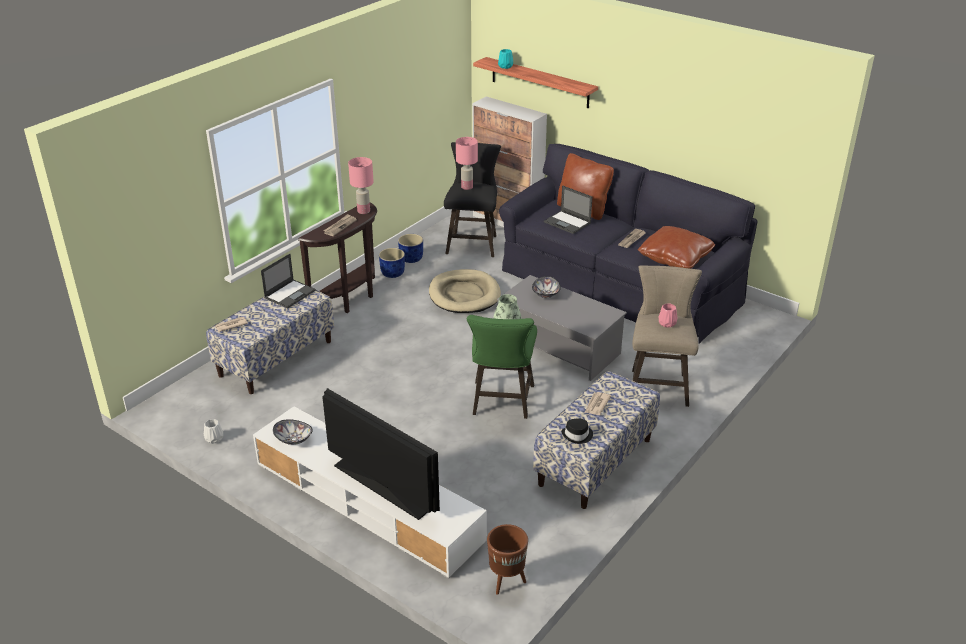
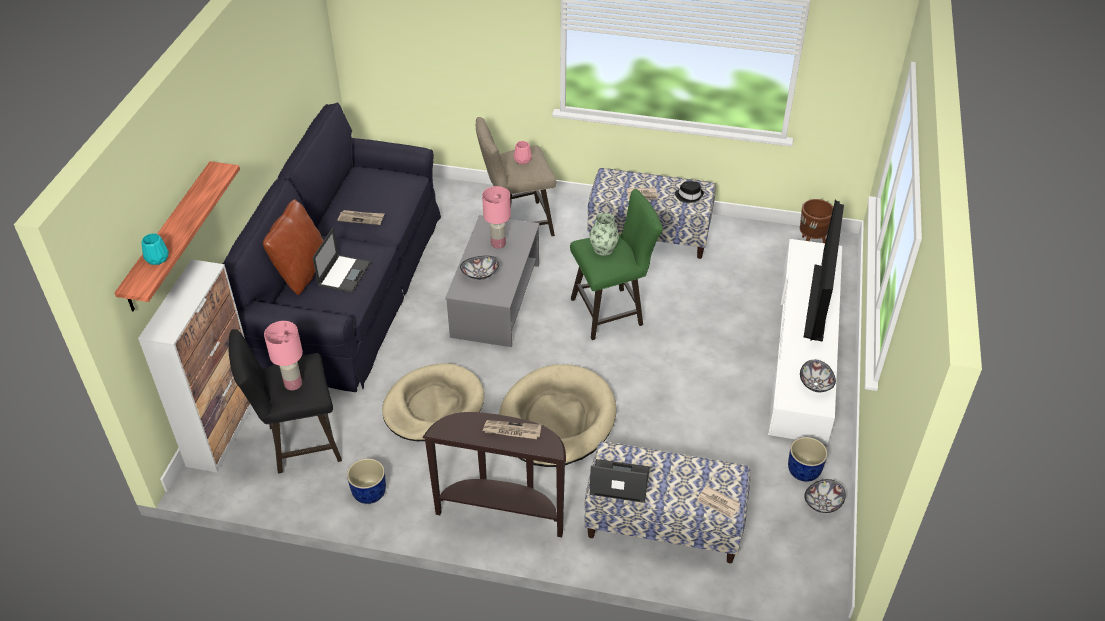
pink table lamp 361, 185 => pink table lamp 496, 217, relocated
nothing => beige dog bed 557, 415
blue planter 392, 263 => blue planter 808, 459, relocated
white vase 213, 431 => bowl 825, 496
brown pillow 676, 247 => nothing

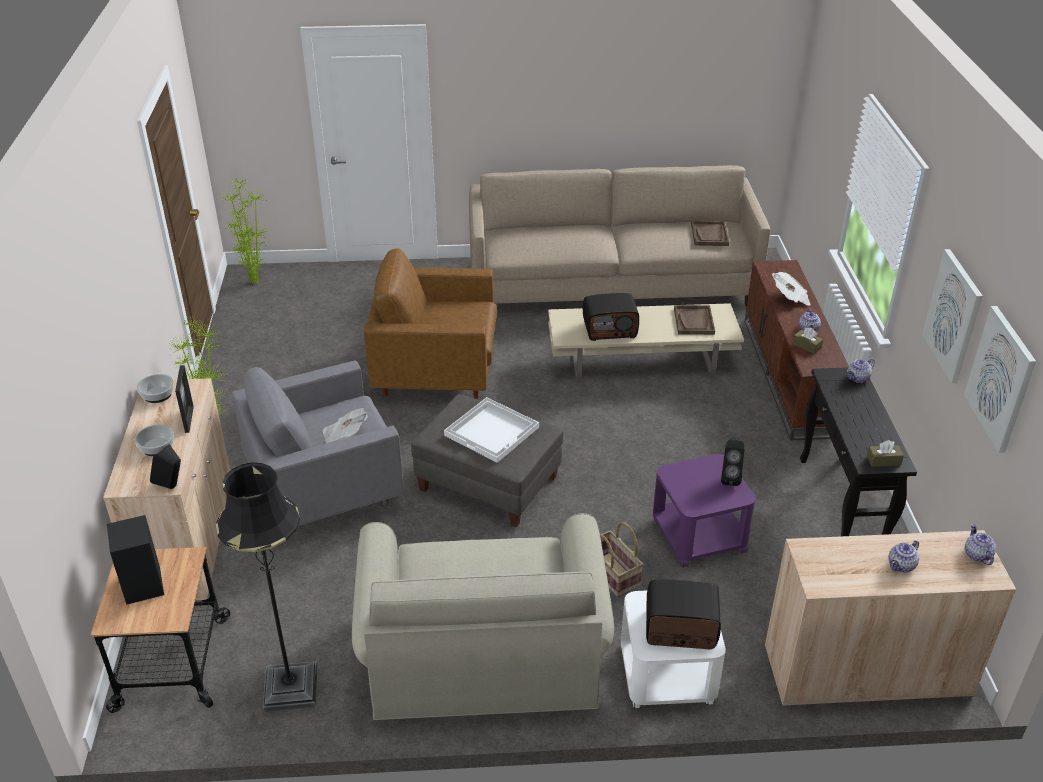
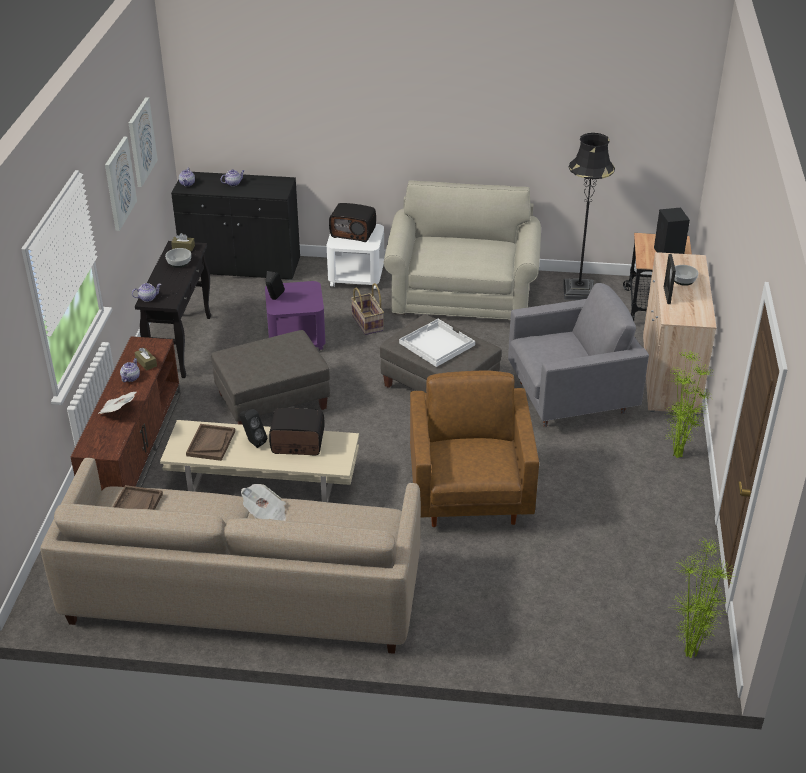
bowl 155, 388 => bowl 178, 258, relocated
beige cabinet 890, 618 => black cabinet 235, 226
nothing => grey ottoman 270, 377
black speaker 165, 466 => black speaker 253, 428, relocated
newspaper 345, 426 => newspaper 263, 502, relocated
brown armchair 430, 324 => brown armchair 474, 448, 105 degrees counterclockwise

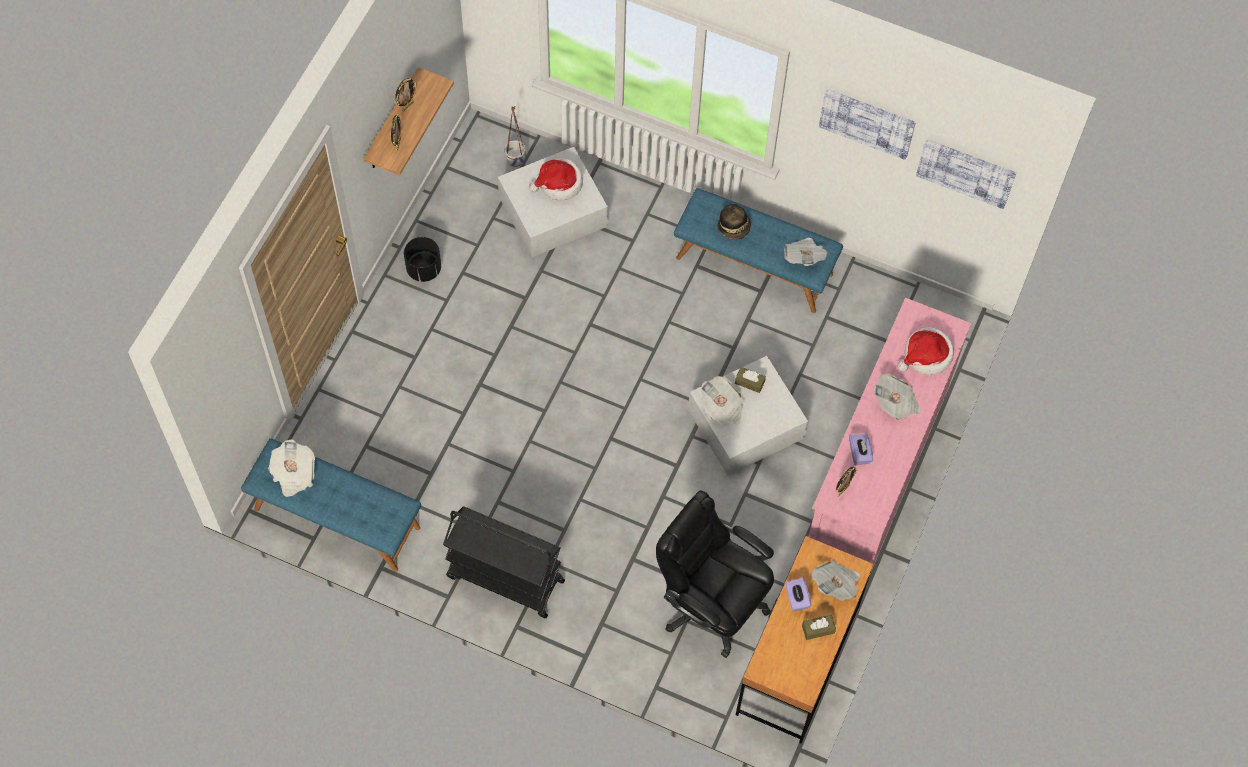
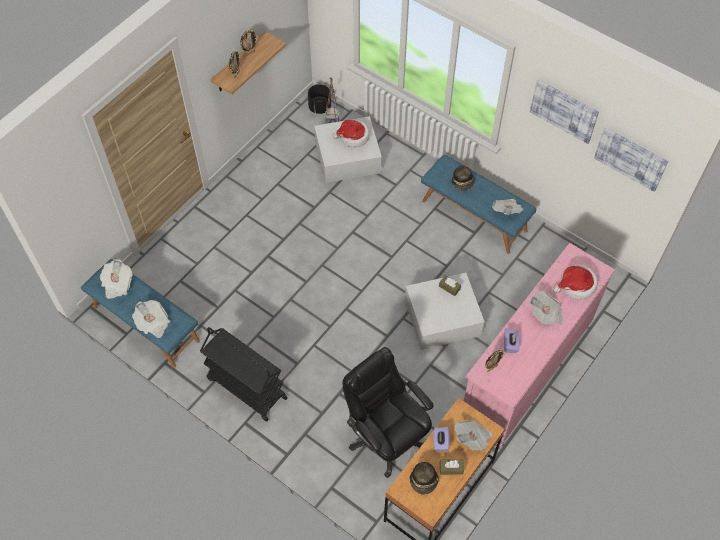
newspaper 723, 400 => newspaper 151, 319, relocated
black planter 422, 259 => black planter 319, 99, relocated
nothing => hat 424, 478

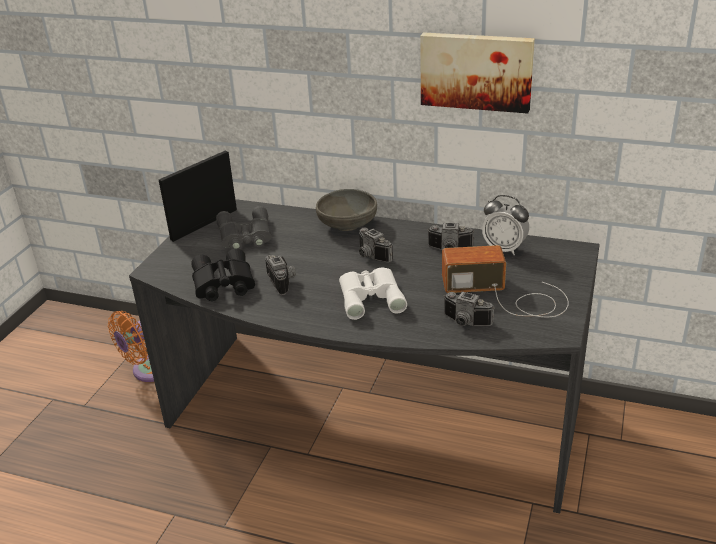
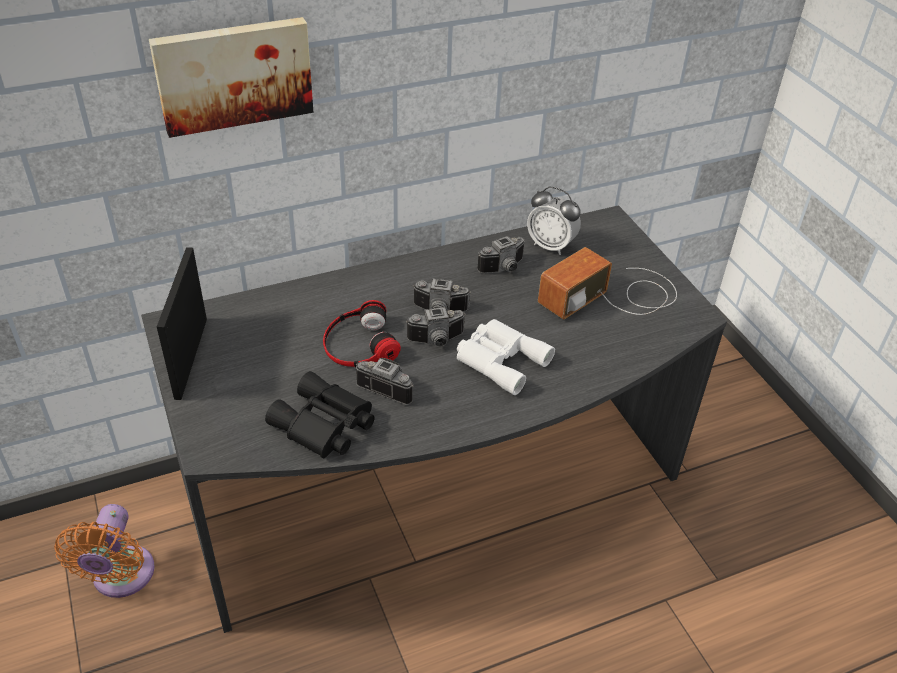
picture 477, 73 => picture 231, 77, relocated
nothing => headphones 362, 333
photo camera 469, 308 => photo camera 435, 327, relocated
alarm clock 505, 225 => alarm clock 554, 221, 45 degrees clockwise
grey binoculars 244, 227 => nothing
grey bowl 346, 210 => nothing

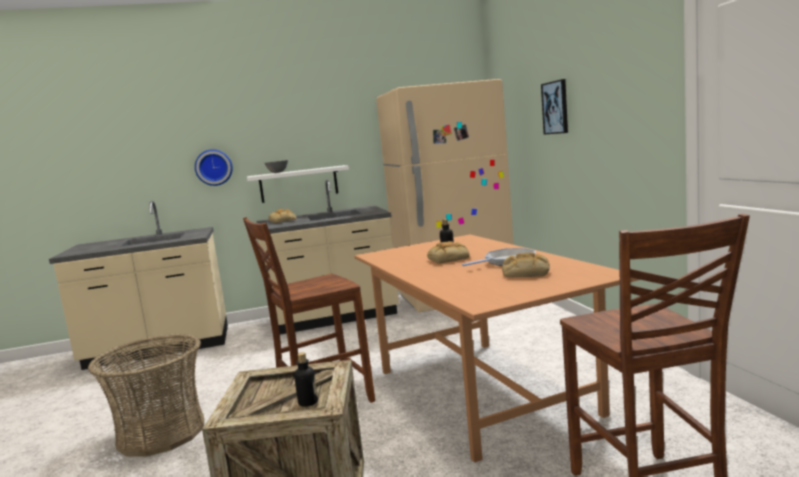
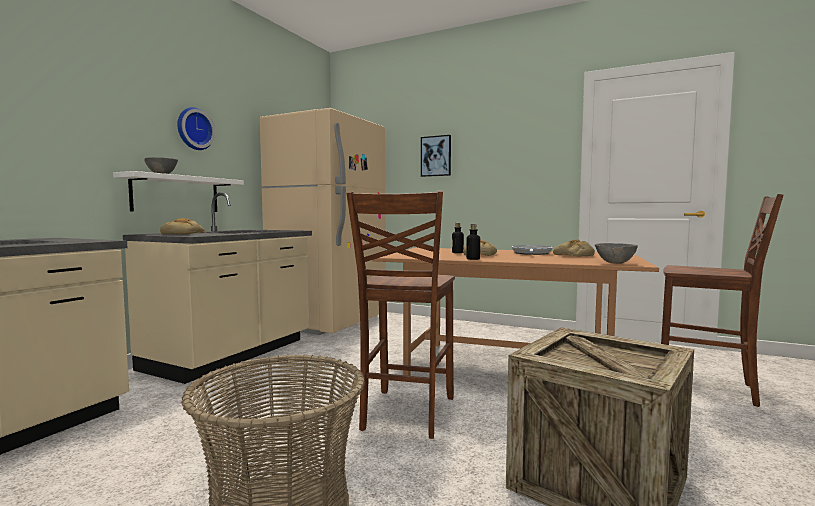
wall clock 214, 167 => wall clock 196, 128, relocated
bottle 306, 379 => bottle 473, 242, relocated
nothing => grey bowl 616, 253

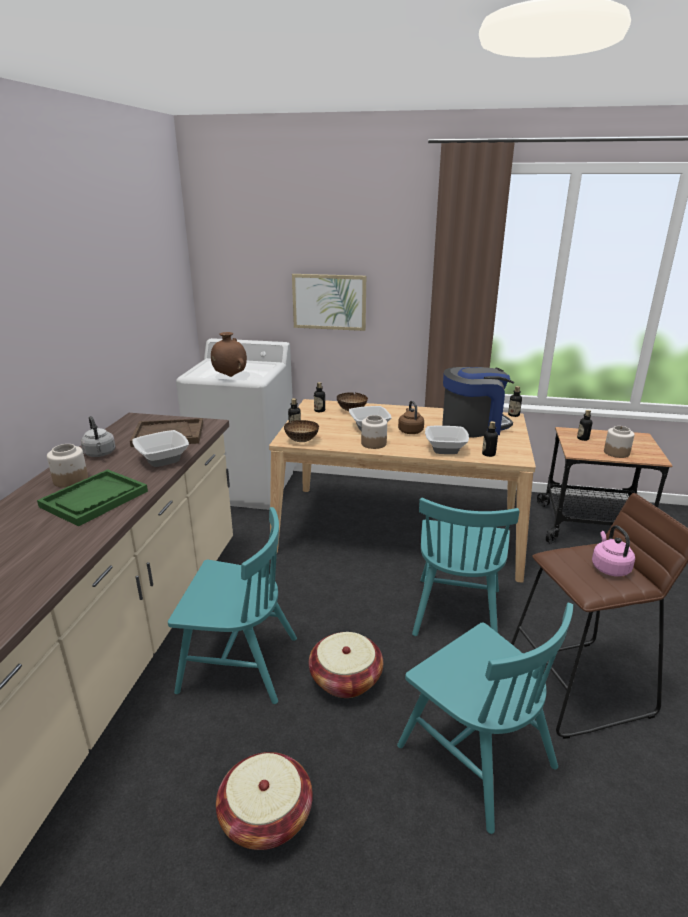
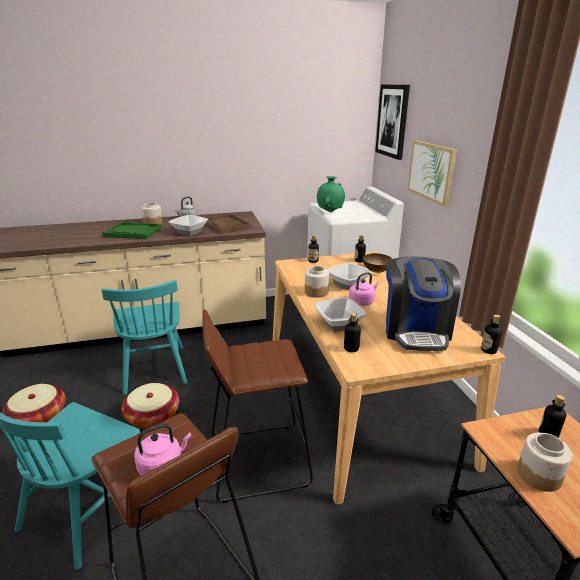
turquoise chair 465, 567 => brown stool 257, 406
brown vase 229, 354 => green vase 331, 194
brown kettle 411, 417 => pink kettle 364, 289
nothing => picture 392, 122
coffee machine 478, 402 => coffee machine 423, 304, 45 degrees clockwise
bowl 301, 431 => nothing

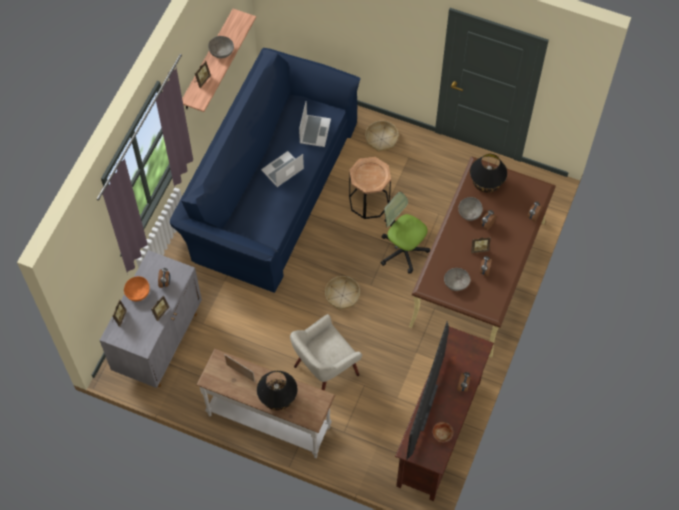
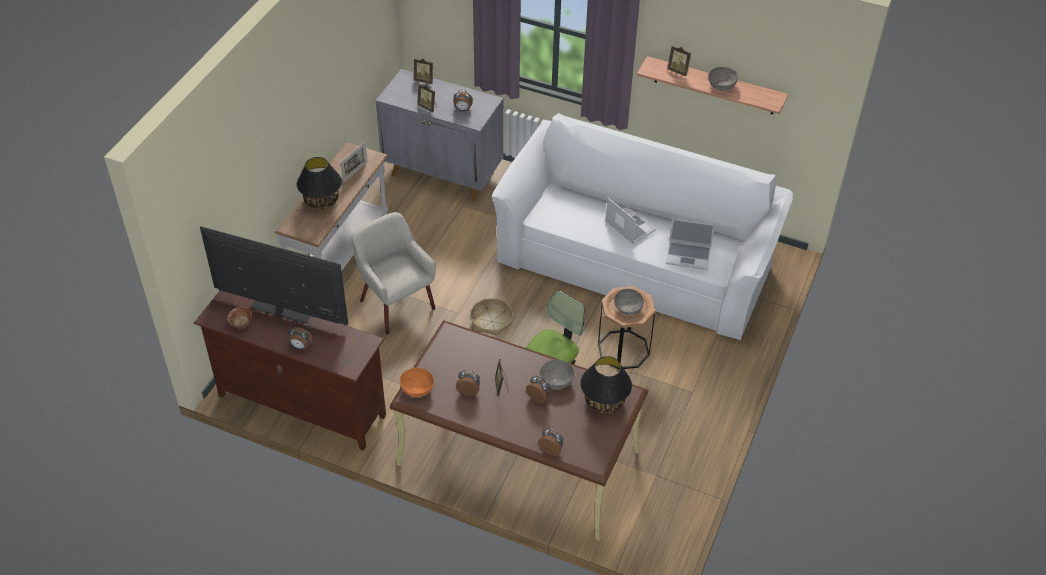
orange bowl 137, 288 => orange bowl 417, 382, relocated
blue sofa 265, 170 => white sofa 642, 226
grey bowl 457, 279 => grey bowl 629, 302, relocated
basket 382, 136 => nothing

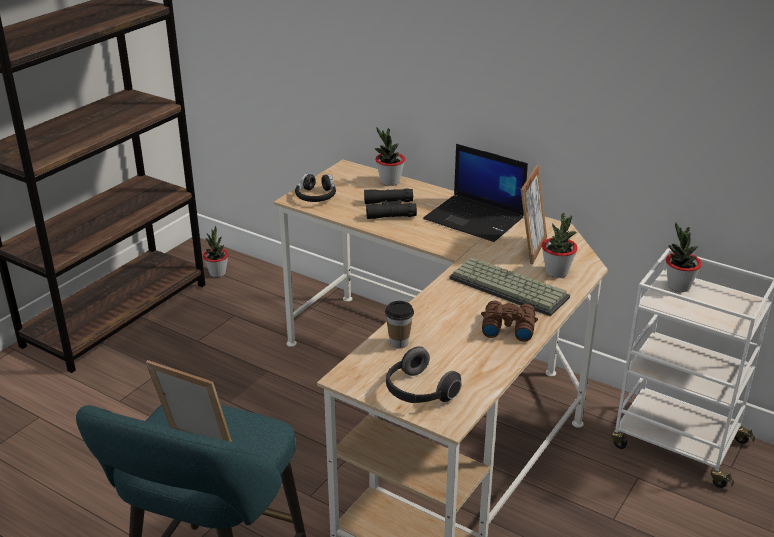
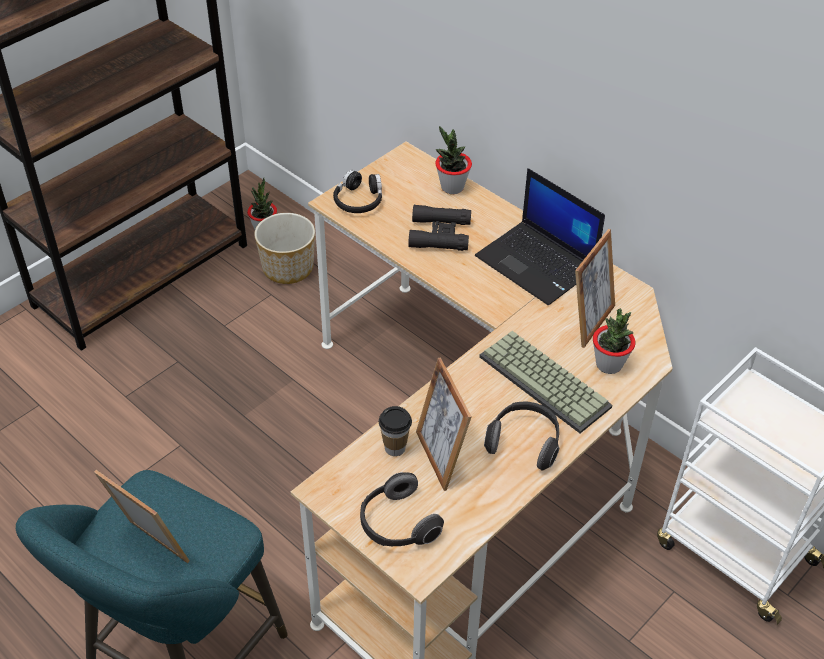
nothing => planter 284, 248
nothing => picture frame 444, 424
brown binoculars 509, 321 => headphones 521, 436
potted plant 684, 257 => nothing

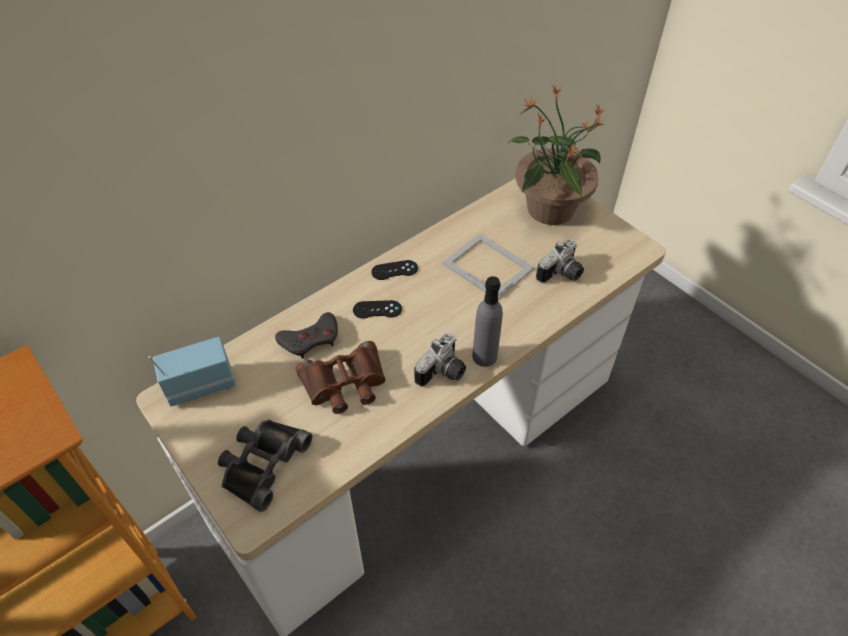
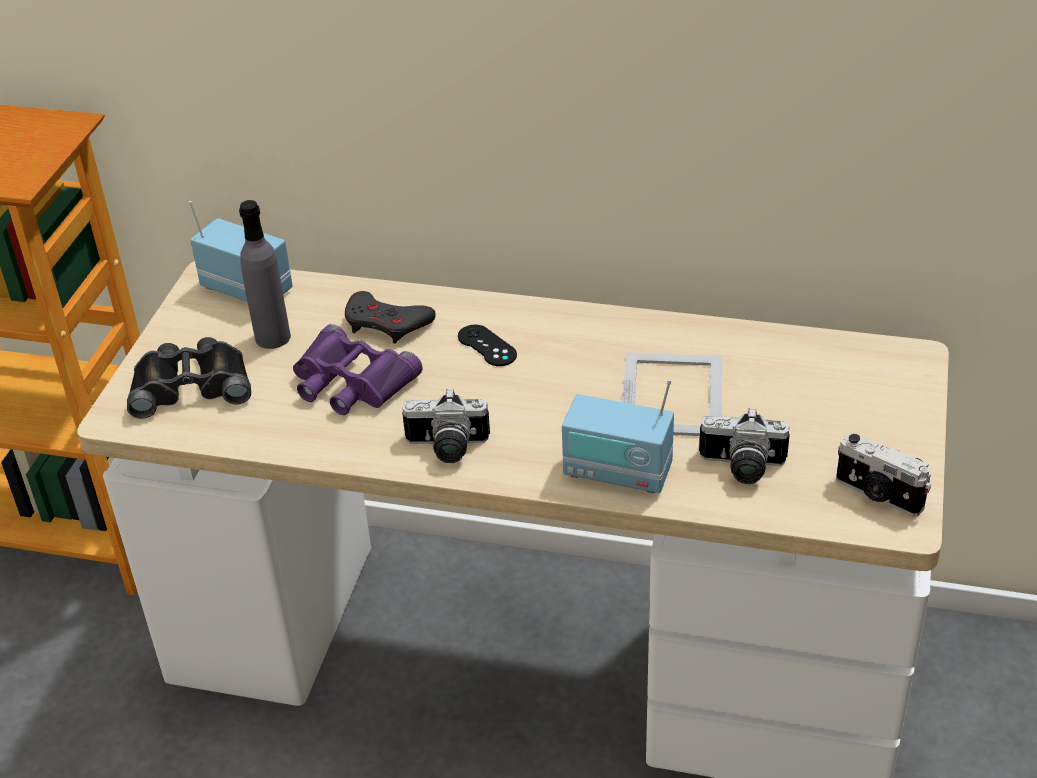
grey bottle 487, 321 => grey bottle 265, 274, relocated
brown binoculars 341, 377 => purple binoculars 358, 369
nothing => radio 618, 436
nothing => photo camera 883, 475
black game controller 394, 270 => nothing
potted plant 558, 154 => nothing

